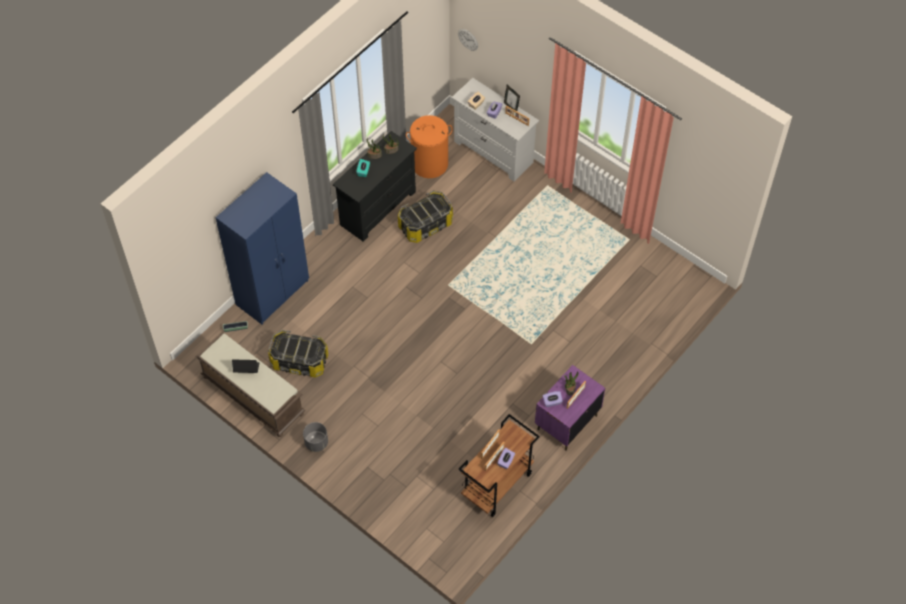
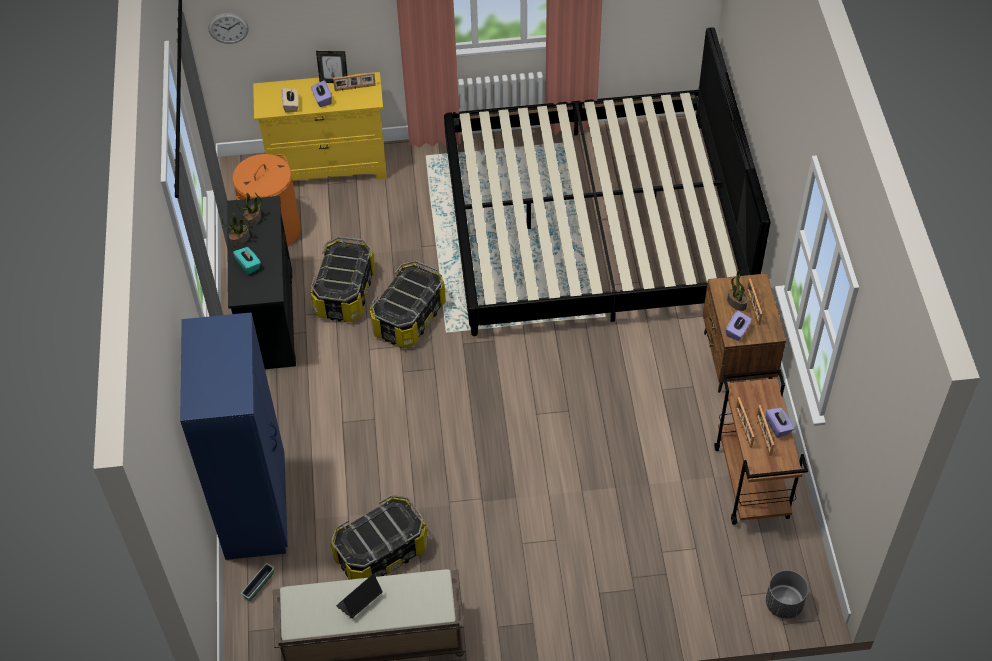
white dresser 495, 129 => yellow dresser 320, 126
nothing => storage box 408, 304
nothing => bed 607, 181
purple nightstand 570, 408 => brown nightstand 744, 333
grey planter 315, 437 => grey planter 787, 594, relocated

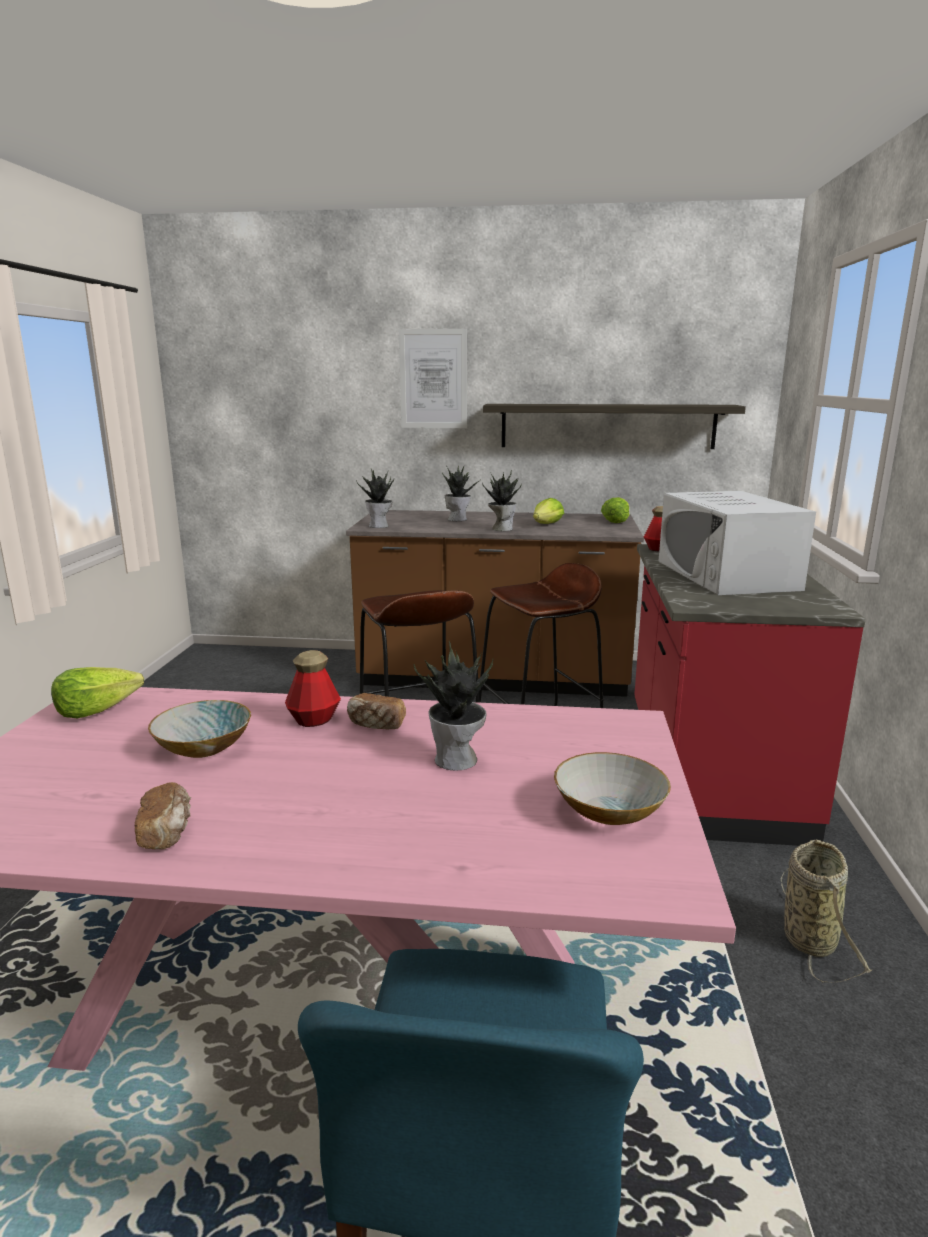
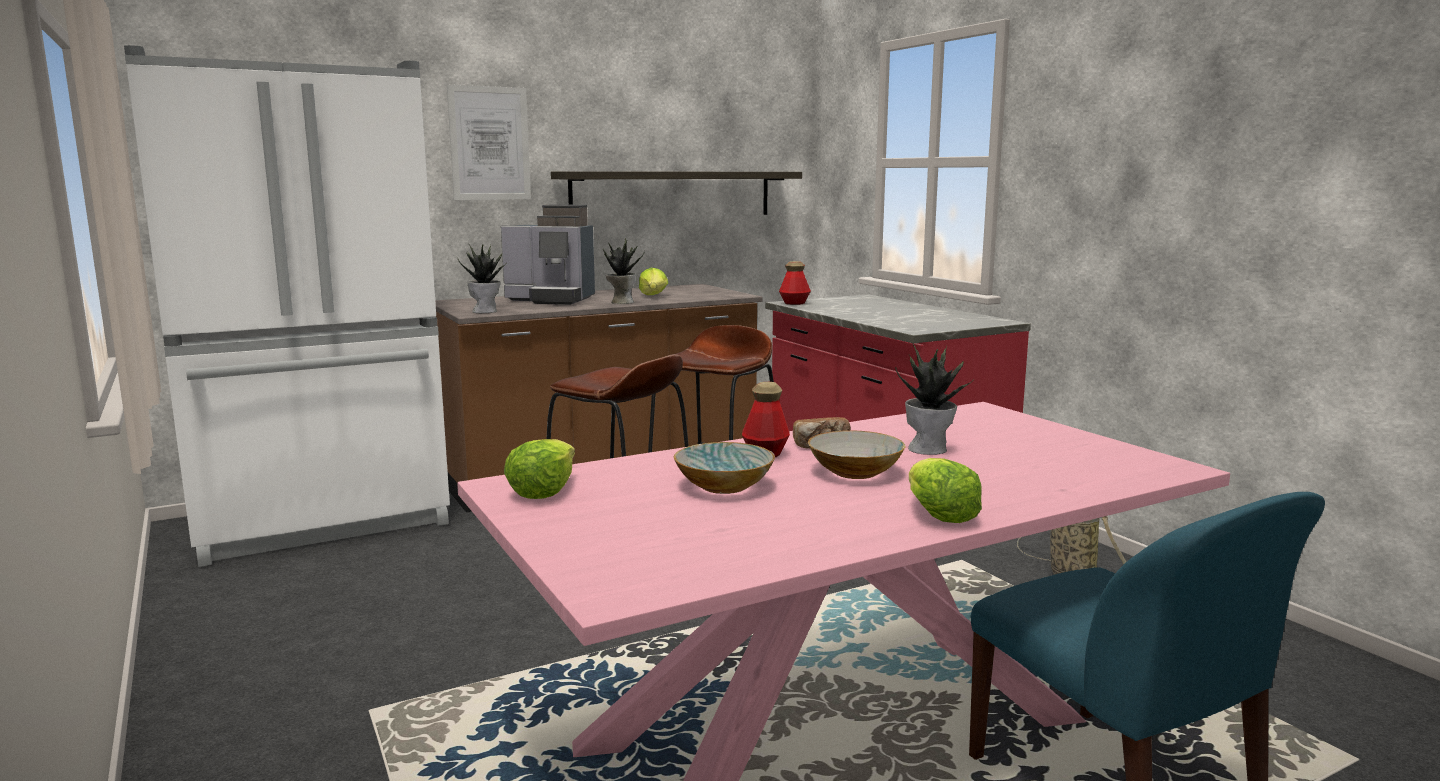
nothing => white fridge 287, 306
potted plant 460, 493 => coffee machine 548, 254
bowl 612, 788 => bowl 857, 454, relocated
lettuce 615, 510 => lettuce 945, 490, relocated
bread 163, 815 => nothing
white microwave 737, 543 => nothing

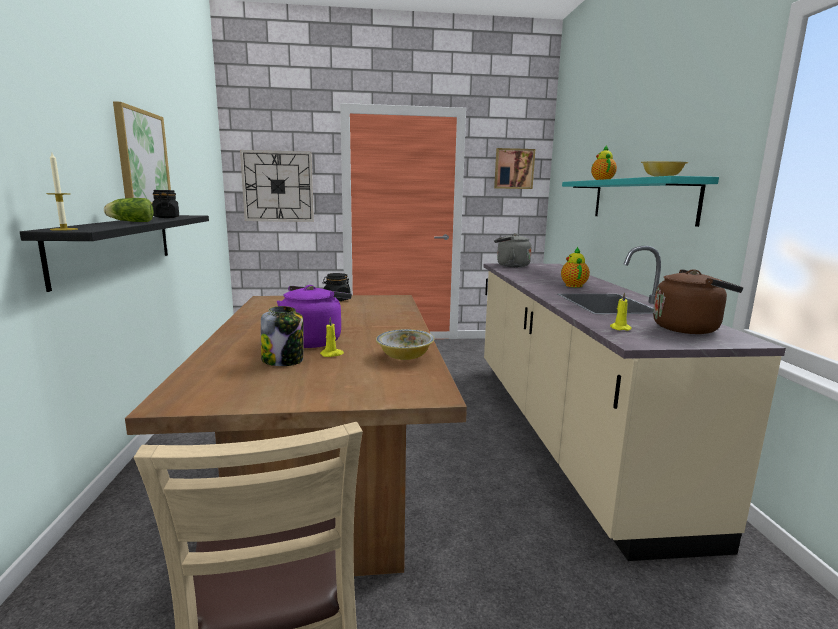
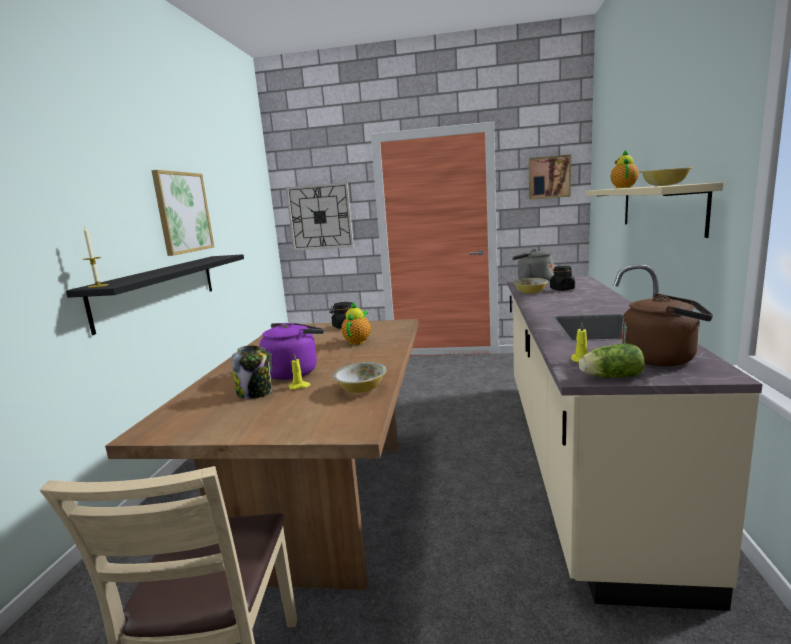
teapot 575, 267 => teapot 356, 323, relocated
nothing => bowl 530, 286
black jar 165, 204 => black jar 562, 278, relocated
lettuce 129, 210 => lettuce 612, 361, relocated
turquoise shelf 640, 201 => beige shelf 654, 210

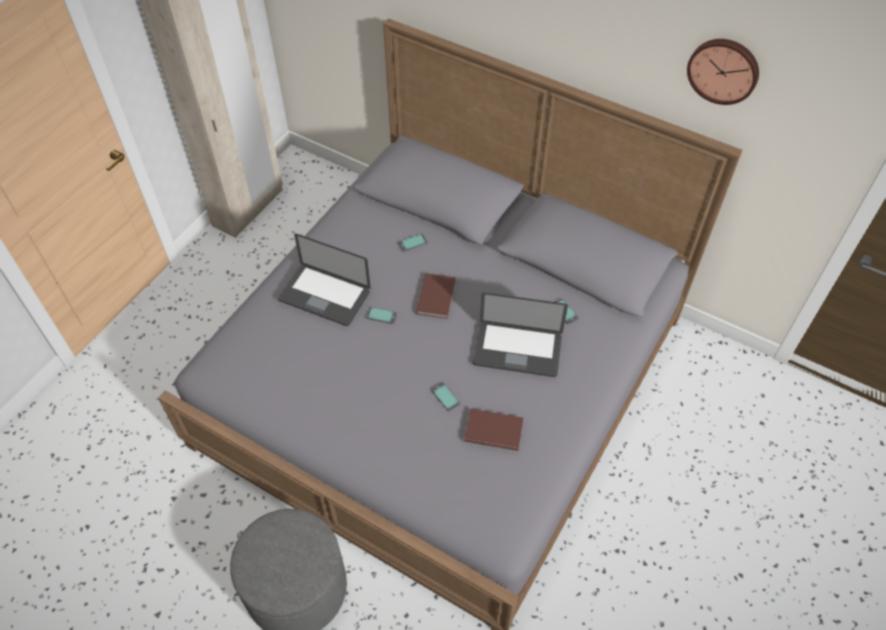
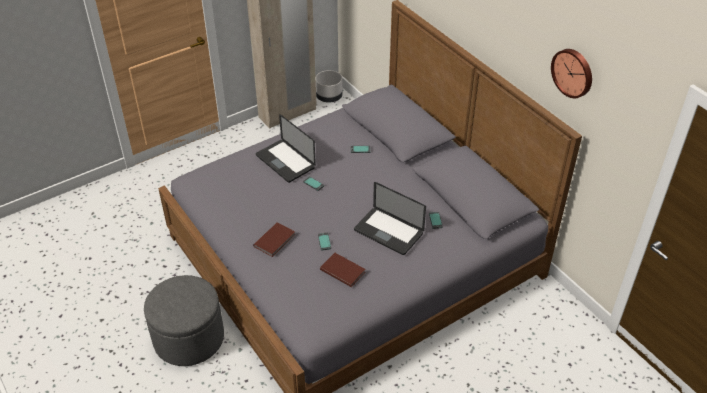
brown book 436, 296 => brown book 274, 239, relocated
nothing => grey planter 329, 86

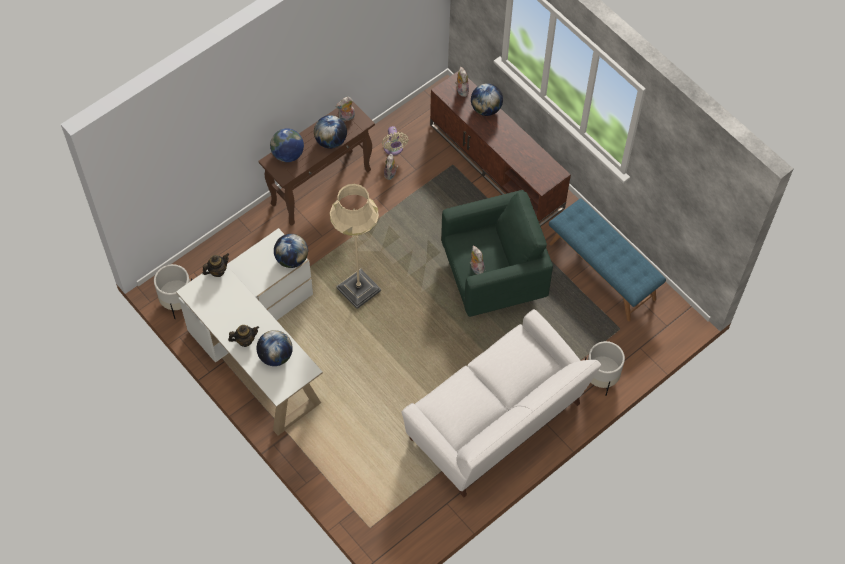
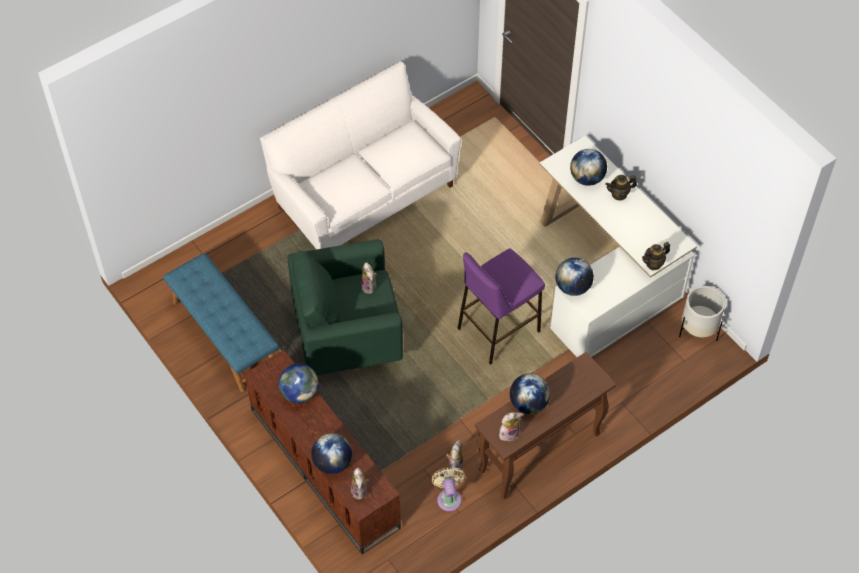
globe 287, 145 => globe 299, 383, relocated
beige floor lamp 355, 246 => purple stool 501, 307
white planter 605, 368 => nothing

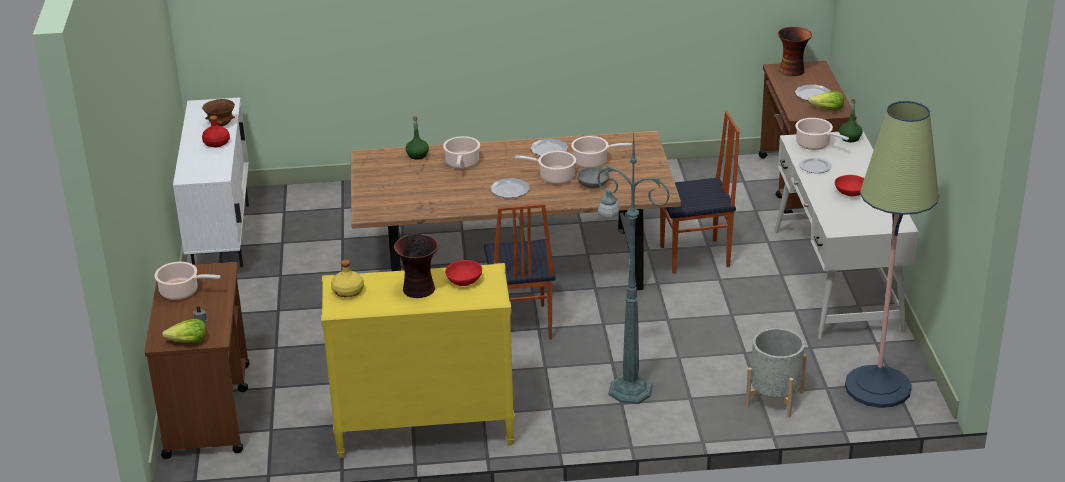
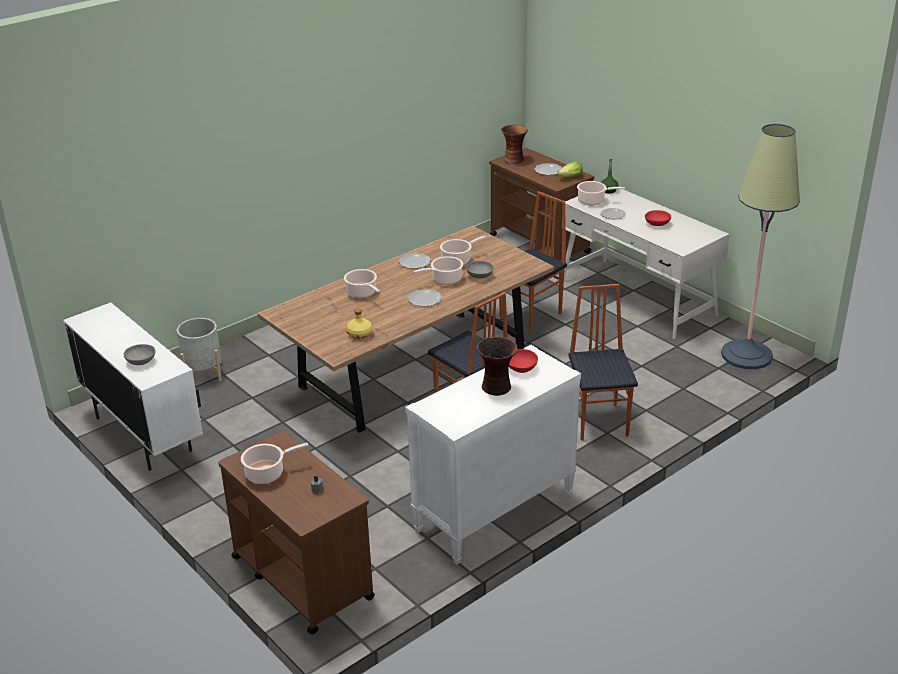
nothing => grey bowl 139, 354
grey planter 776, 373 => grey planter 199, 349, relocated
yellow bottle 347, 279 => yellow bottle 359, 324, relocated
yellow dresser 418, 360 => white dresser 493, 455
green floor lamp 633, 270 => chair 603, 362
lettuce 184, 331 => nothing
brown bowl 218, 112 => nothing
red bottle 216, 131 => nothing
green bottle 417, 137 => nothing

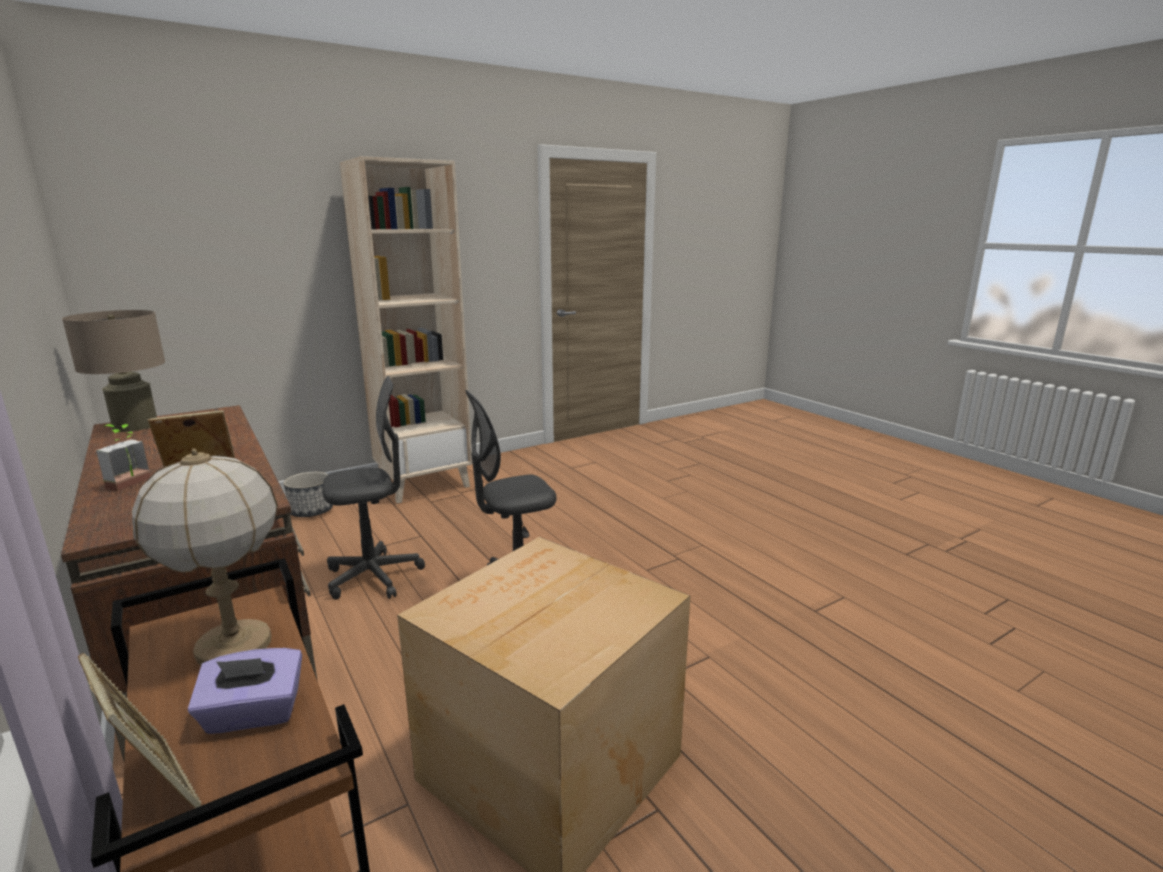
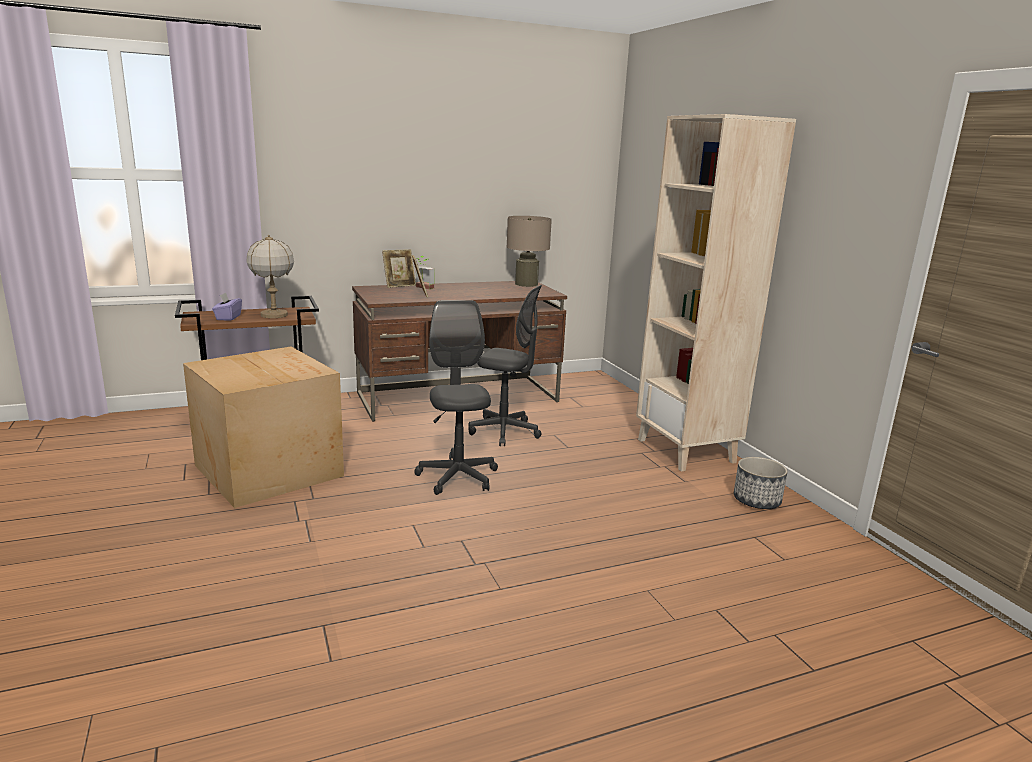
picture frame 139, 730 => picture frame 399, 268, relocated
grey office chair 373, 488 => grey office chair 505, 365, 60 degrees counterclockwise
planter 308, 494 => planter 761, 483, relocated

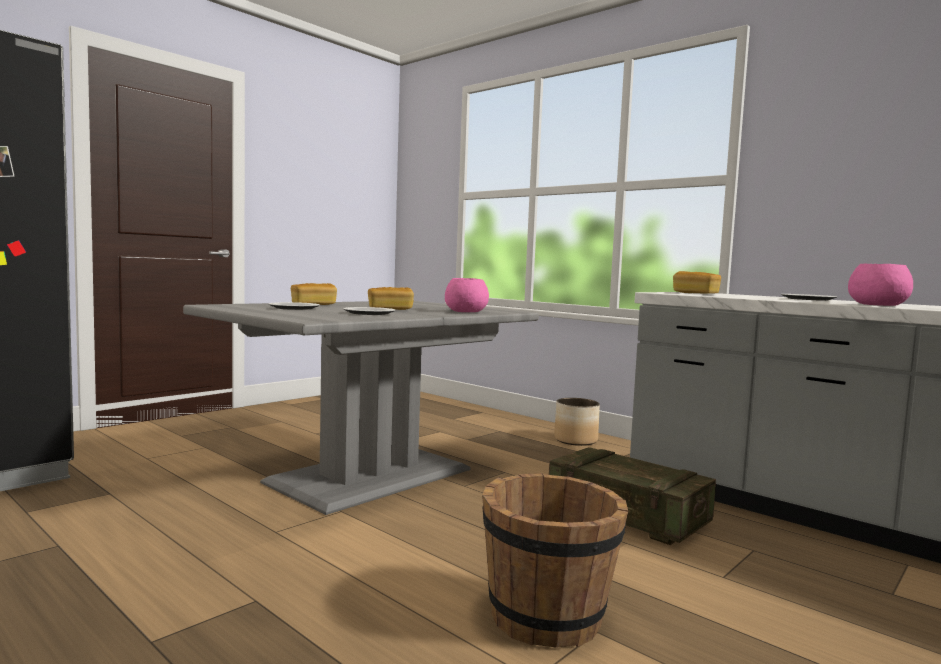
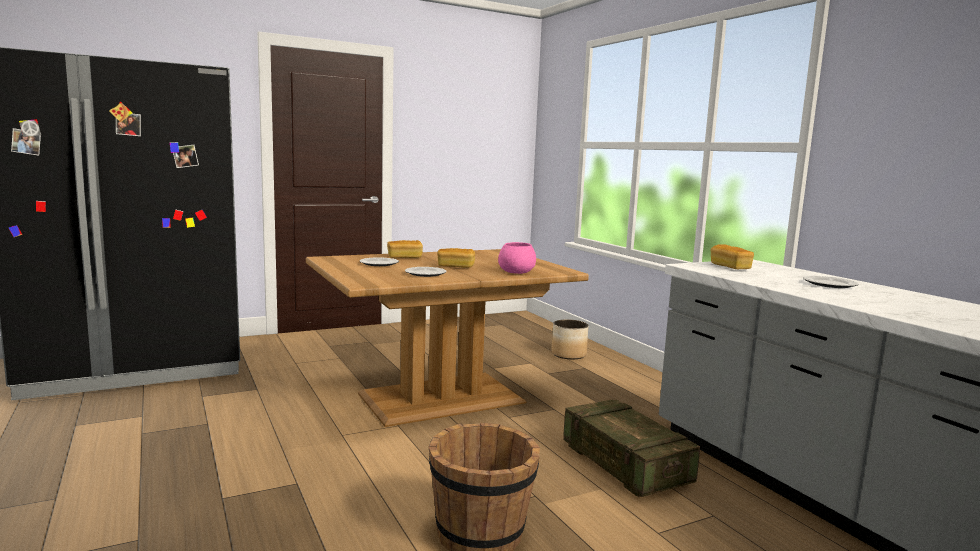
grey dining table 361, 408 => brown dining table 447, 338
planter 577, 422 => planter 569, 339, relocated
pink bowl 880, 285 => nothing

